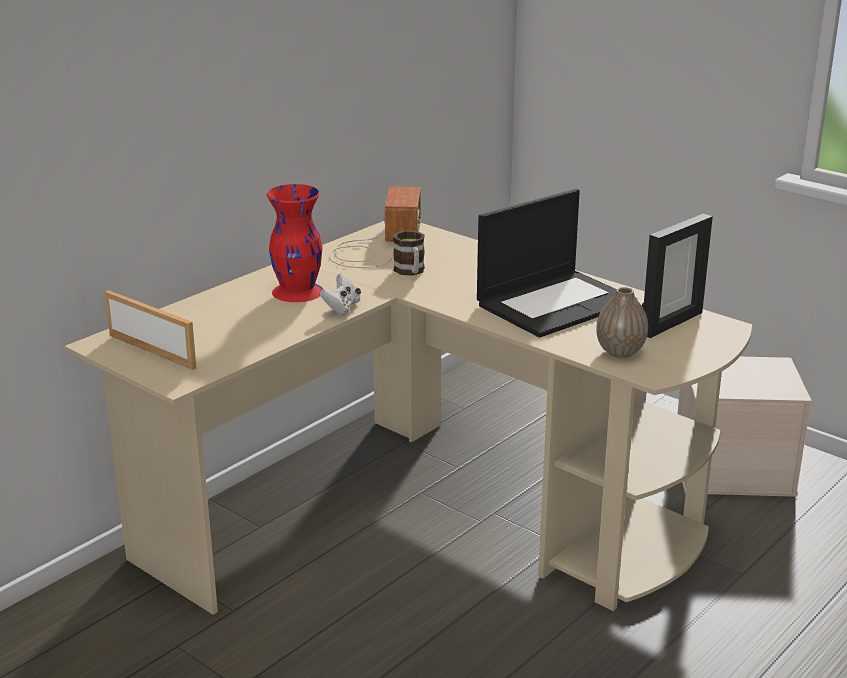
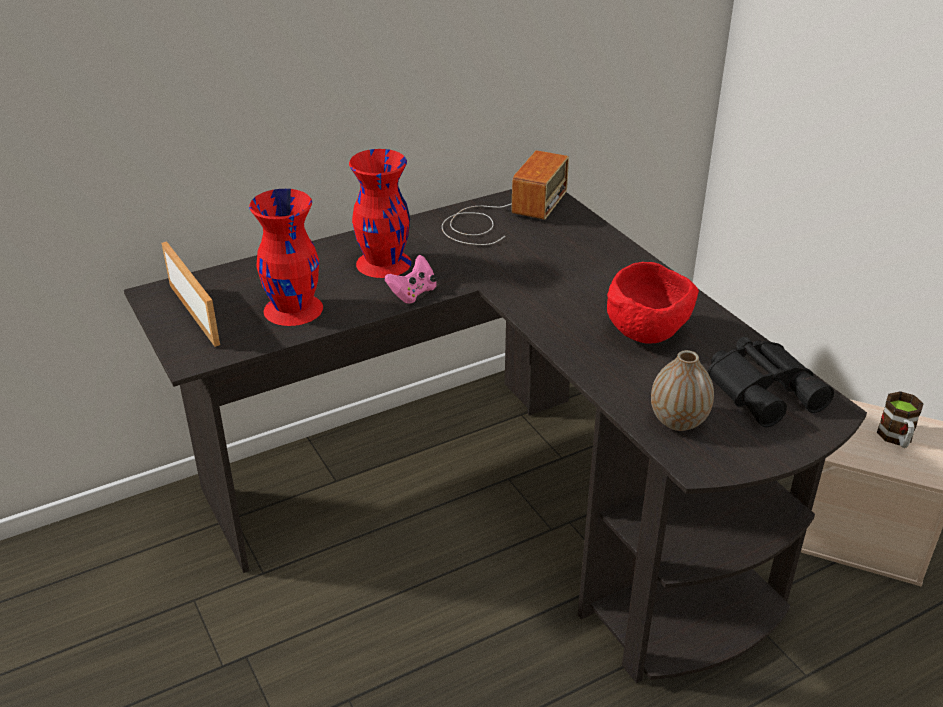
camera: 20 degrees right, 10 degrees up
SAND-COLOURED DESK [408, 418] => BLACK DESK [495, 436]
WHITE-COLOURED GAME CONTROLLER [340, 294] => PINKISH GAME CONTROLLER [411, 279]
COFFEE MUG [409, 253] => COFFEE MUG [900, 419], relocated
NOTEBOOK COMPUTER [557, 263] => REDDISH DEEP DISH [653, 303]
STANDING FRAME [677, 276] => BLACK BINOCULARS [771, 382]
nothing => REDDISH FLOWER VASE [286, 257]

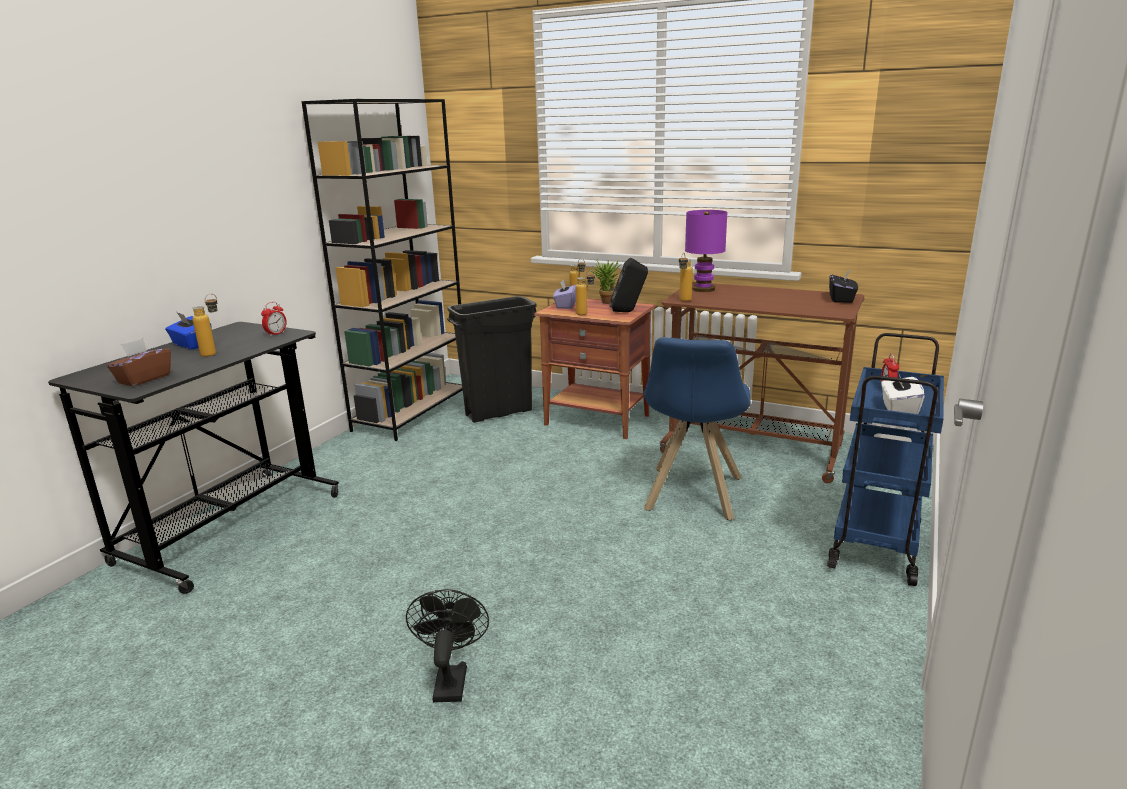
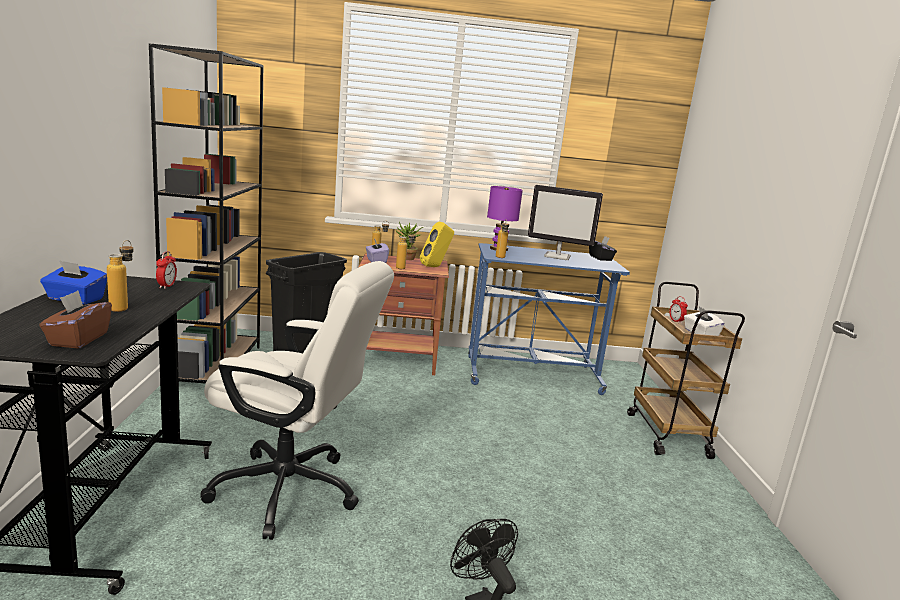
camera: 30 degrees left, 5 degrees down
BLACK SPEAKER [629, 285] => YELLOW-COLOURED SPEAKER [437, 244]
BLUE-COLOURED CHAIR [697, 429] => nothing
BROWN DESK [762, 382] => BLUE-COLOURED DESK [549, 319]
BLUE-COLOURED CART [885, 459] => BROWN CART [686, 370]
nothing => WHITE-COLOURED OFFICE CHAIR [297, 400]
nothing => COMPUTER SCREEN [565, 222]

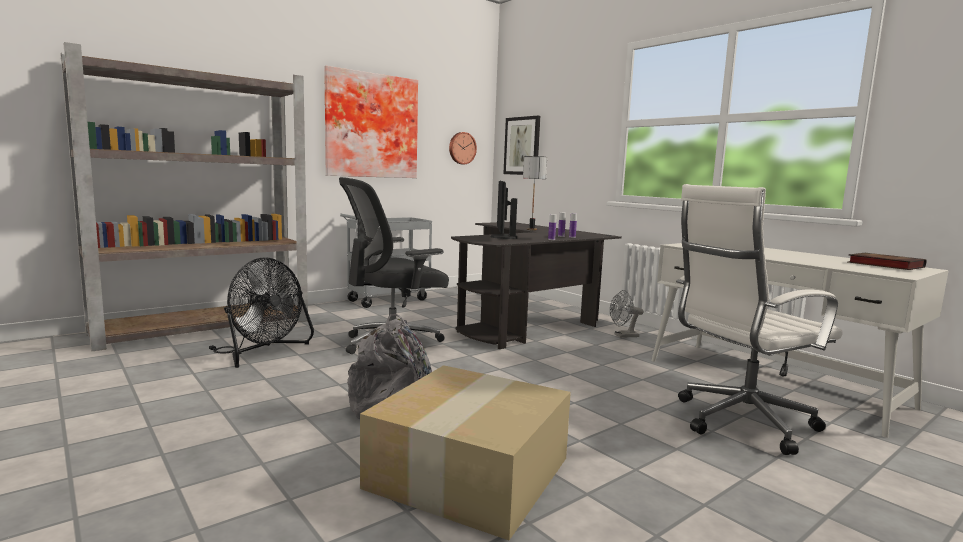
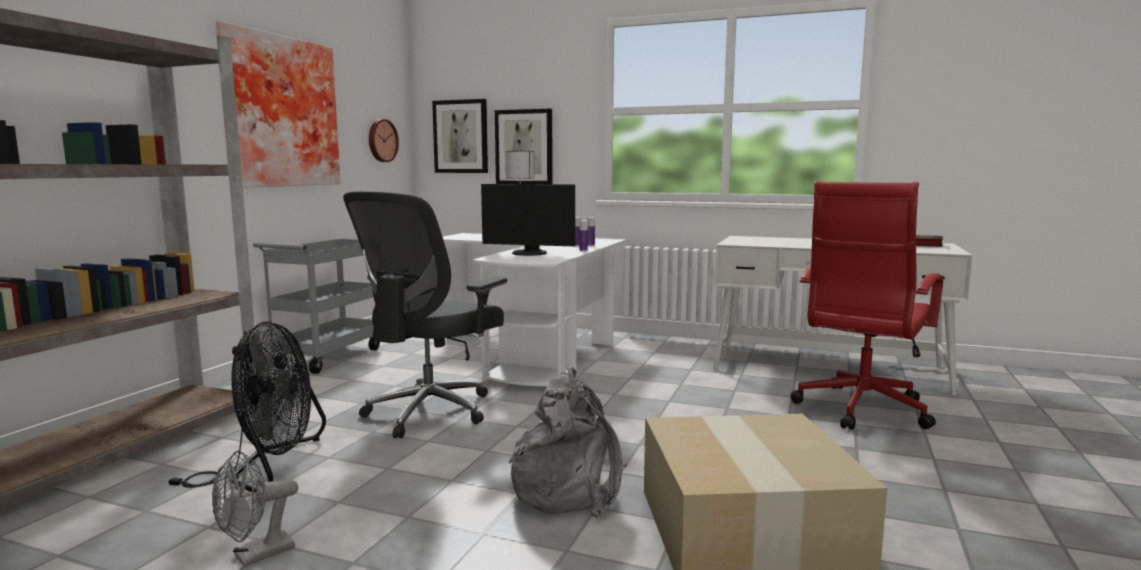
camera: 30 degrees left, 0 degrees up
BLACK DESK [536, 285] => WHITE-COLOURED DESK [534, 309]
COMPUTER SCREEN [504, 210] => COMPUTER SCREEN [528, 220], 45 degrees counterclockwise
GREY FAN [627, 314] => GREY FAN [255, 508], relocated
WHITE-COLOURED OFFICE CHAIR [759, 319] => REDDISH OFFICE CHAIR [867, 305]
nothing => WALL PICTURE [524, 146]

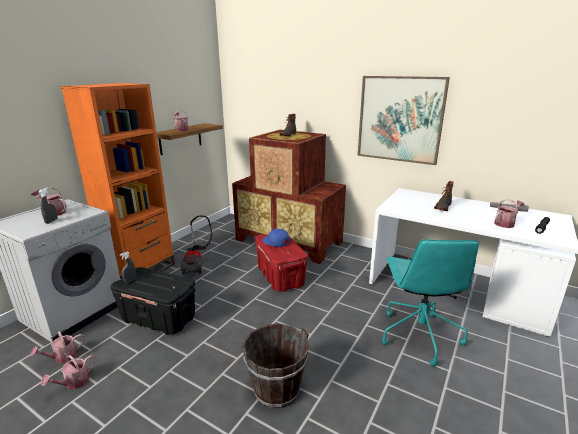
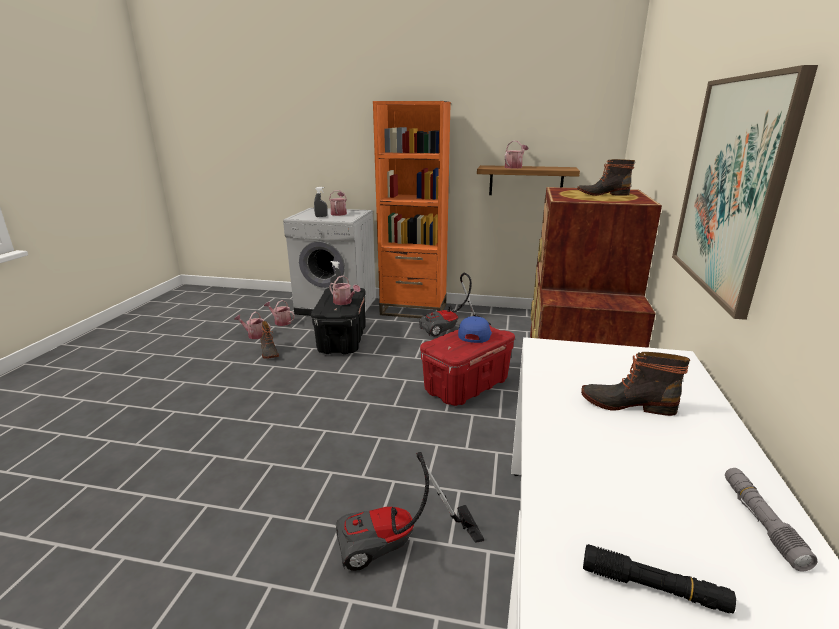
camera: 70 degrees right, 0 degrees up
BROWN PAIL [275, 366] => nothing
BLUE-GREEN OFFICE CHAIR [430, 303] => HOOVER [410, 511]
SPRINKLING CAN [509, 213] => SPRINKLING CAN [344, 290], relocated
nothing => HIGH-TOP BOOT [269, 340]

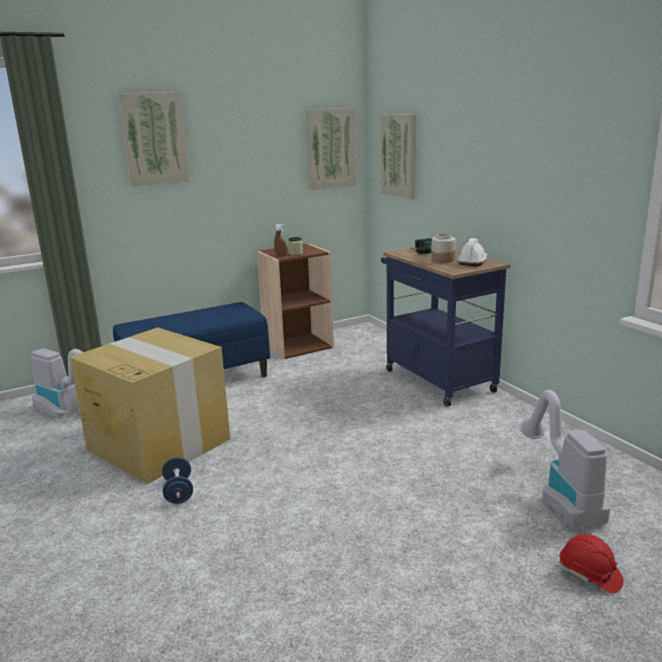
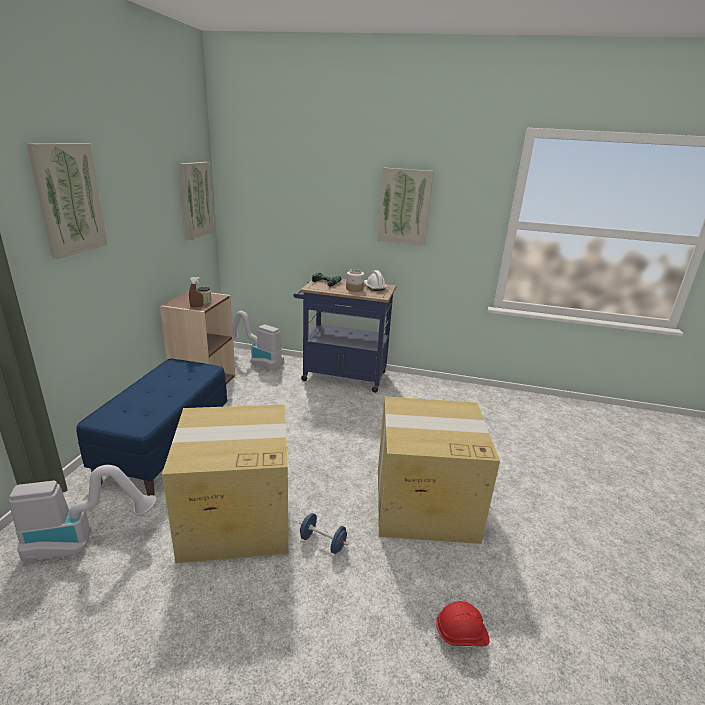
camera: 50 degrees left, 5 degrees up
WALL PICTURE [398, 156] => WALL PICTURE [406, 207], relocated
HOOVER [565, 459] => HOOVER [258, 341], relocated
REDDISH WORK HELMET [591, 564] => REDDISH WORK HELMET [462, 624], relocated
nothing => PACKING BOX [439, 470]

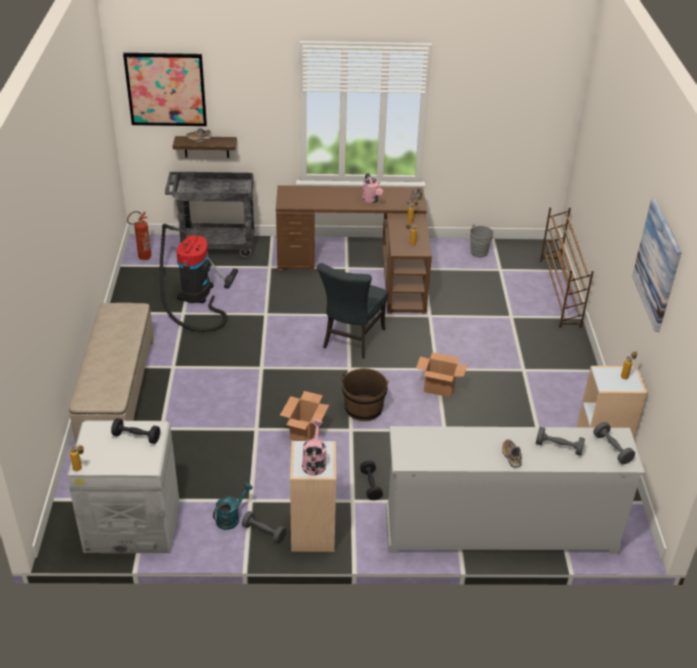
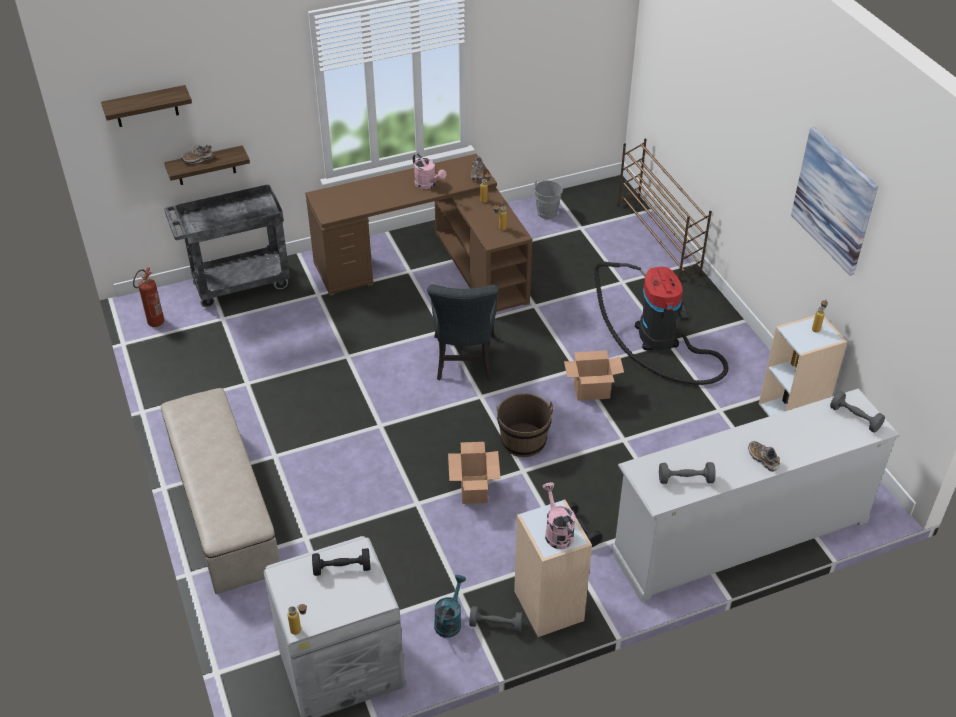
camera: 20 degrees left, 5 degrees up
WALL PICTURE [165, 89] => WALL SHELF [146, 106]
HOOVER [199, 278] => HOOVER [661, 323], relocated
GREY HAND WEIGHT [560, 441] => GREY HAND WEIGHT [687, 473], relocated

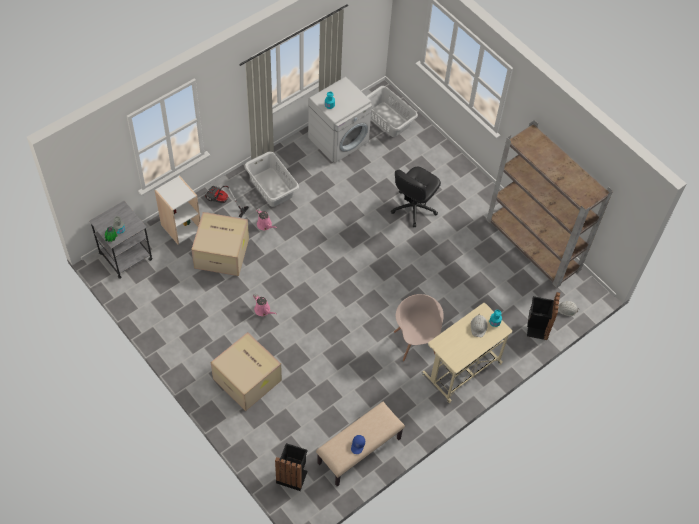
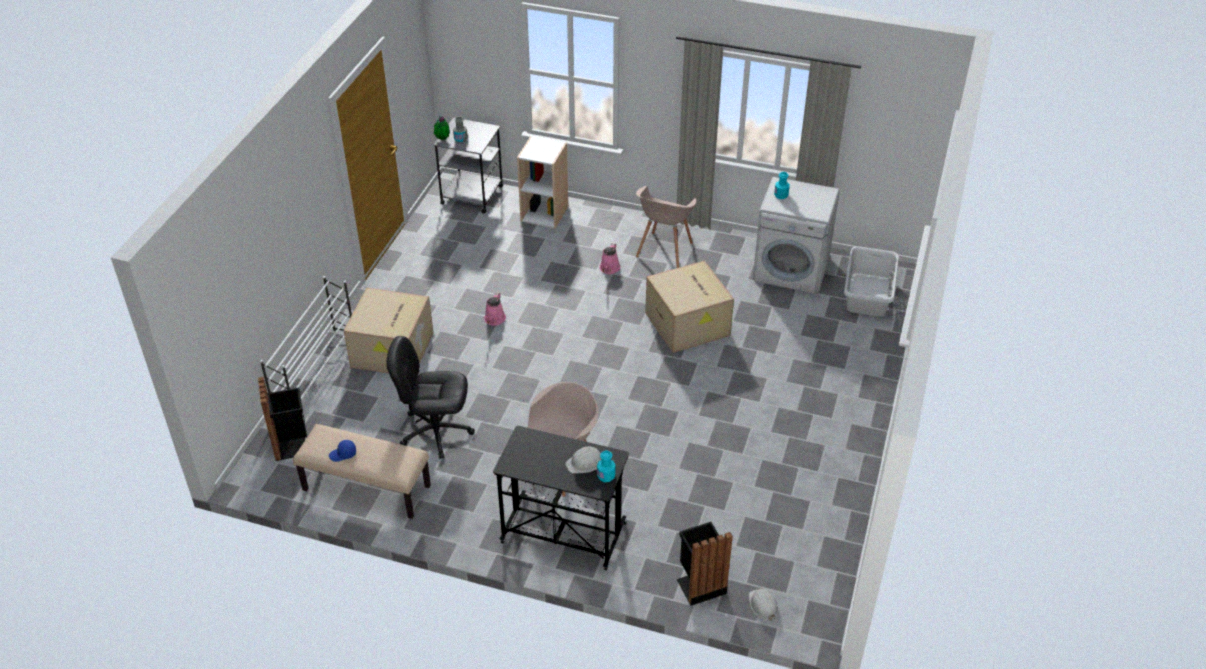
camera: 60 degrees right, 15 degrees down
PACKING BOX [220, 244] => PACKING BOX [689, 306], relocated
HOOVER [227, 201] => nothing
GREY HAMPER [271, 179] => SAND-COLOURED CHAIR [666, 227]
BLACK OFFICE CHAIR [416, 197] => BLACK OFFICE CHAIR [430, 397], relocated
SAND-COLOURED DESK [467, 353] => BLACK DESK [561, 498]
BROWN SHELVING UNIT [549, 204] => nothing
nothing => WHITE-COLOURED SHOE STAND [306, 338]

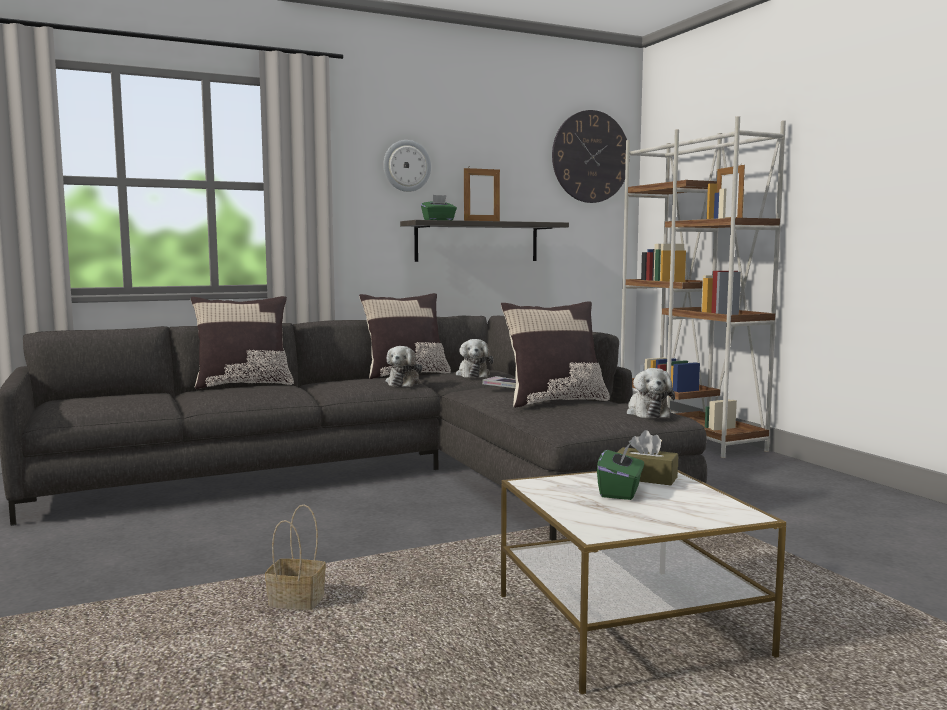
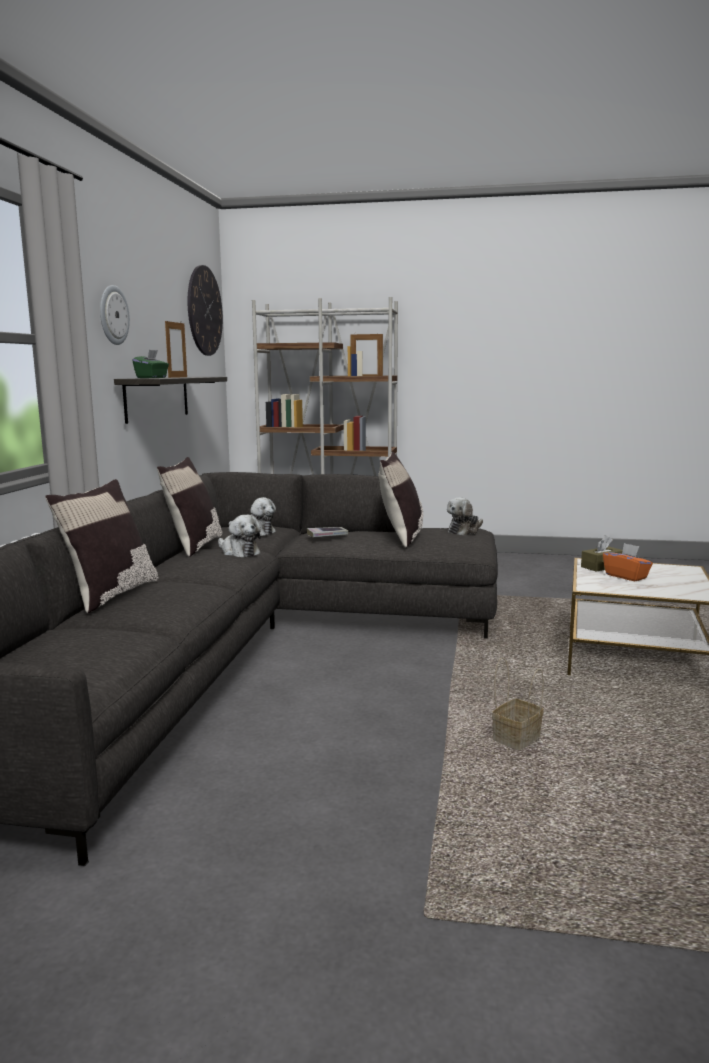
camera: 55 degrees left, 5 degrees up
GREEN TISSUE HOLDER [620, 471] => ORANGE-COLOURED TISSUE HOLDER [628, 562]
SOFT TOY [651, 393] => SOFT TOY [465, 516], 105 degrees clockwise

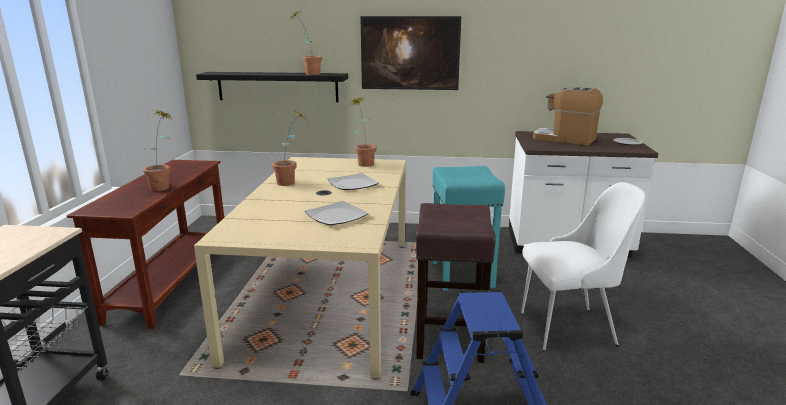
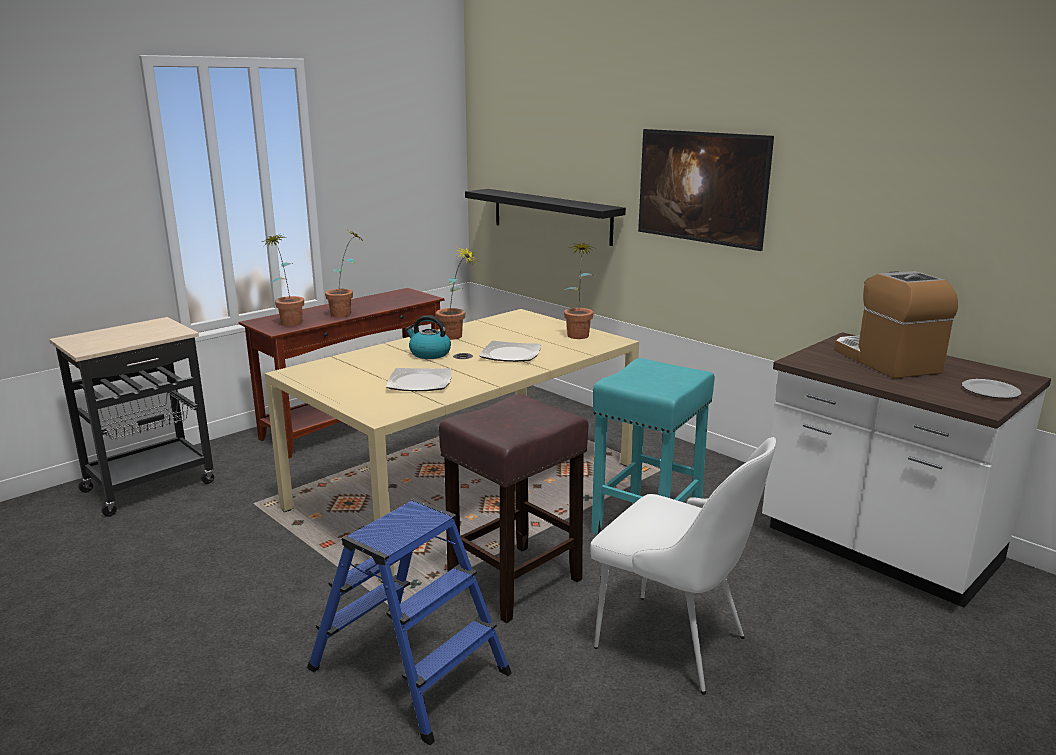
camera: 40 degrees right, 0 degrees up
POTTED PLANT [306, 42] => POTTED PLANT [282, 279], relocated
nothing => TEA KETTLE [428, 337]

